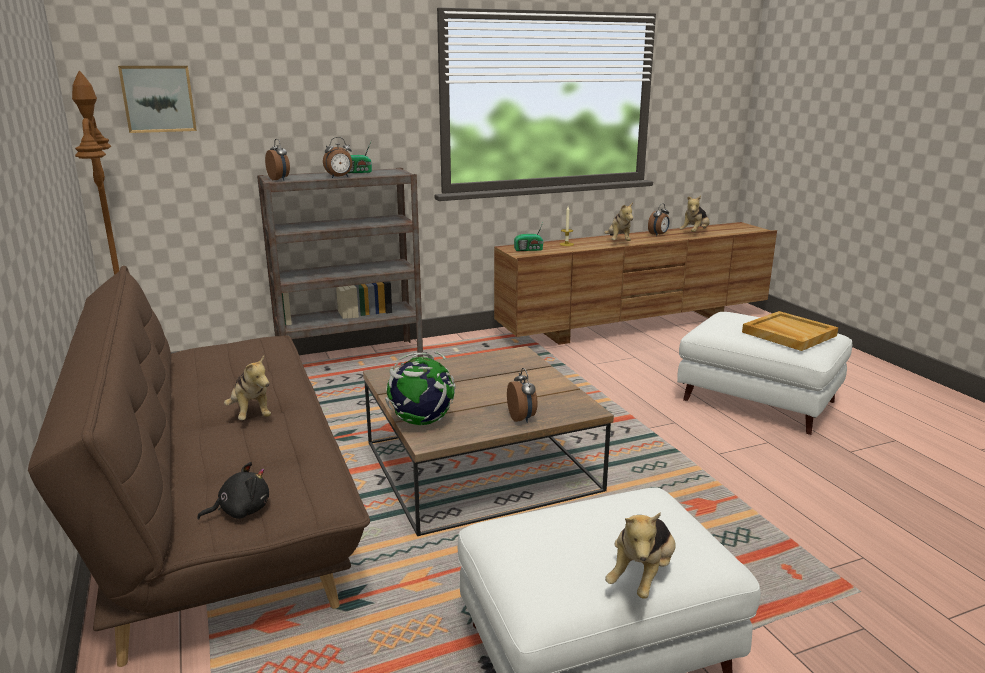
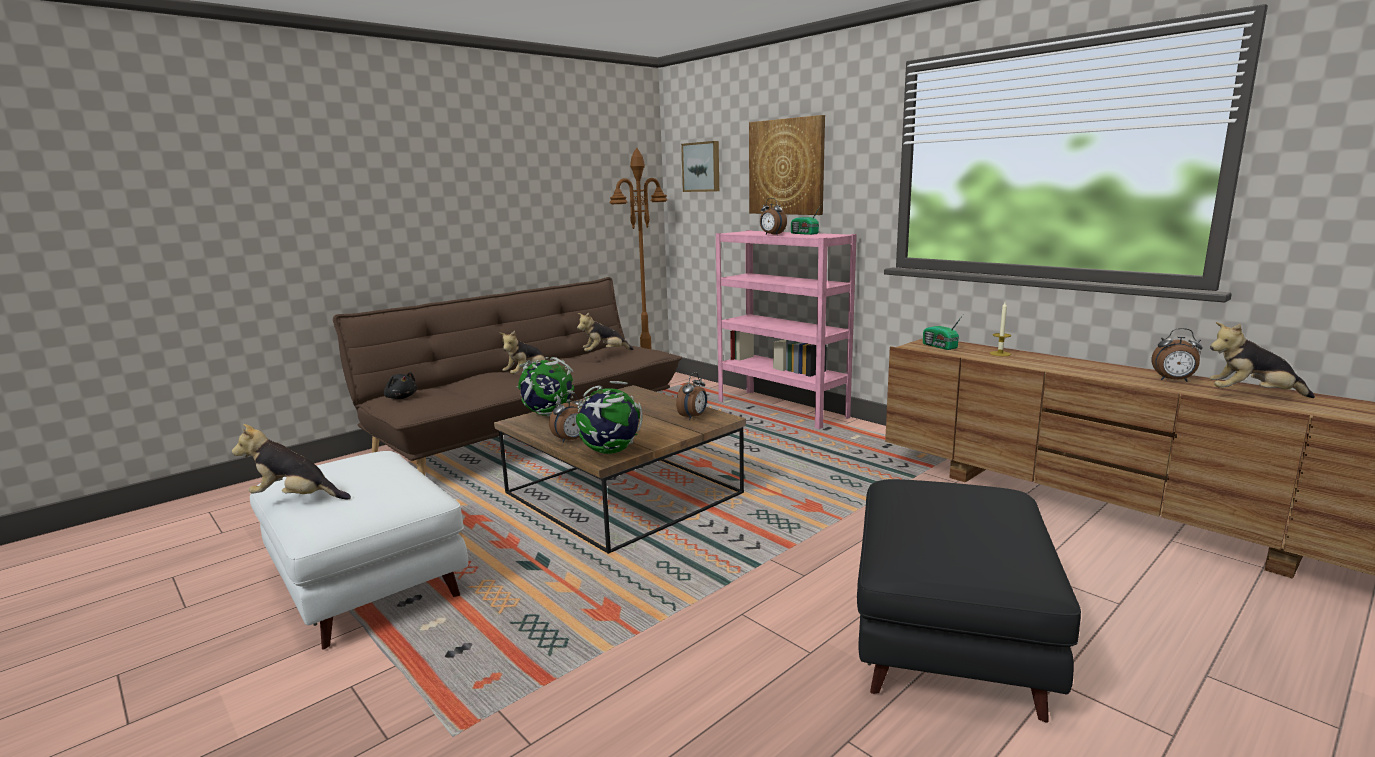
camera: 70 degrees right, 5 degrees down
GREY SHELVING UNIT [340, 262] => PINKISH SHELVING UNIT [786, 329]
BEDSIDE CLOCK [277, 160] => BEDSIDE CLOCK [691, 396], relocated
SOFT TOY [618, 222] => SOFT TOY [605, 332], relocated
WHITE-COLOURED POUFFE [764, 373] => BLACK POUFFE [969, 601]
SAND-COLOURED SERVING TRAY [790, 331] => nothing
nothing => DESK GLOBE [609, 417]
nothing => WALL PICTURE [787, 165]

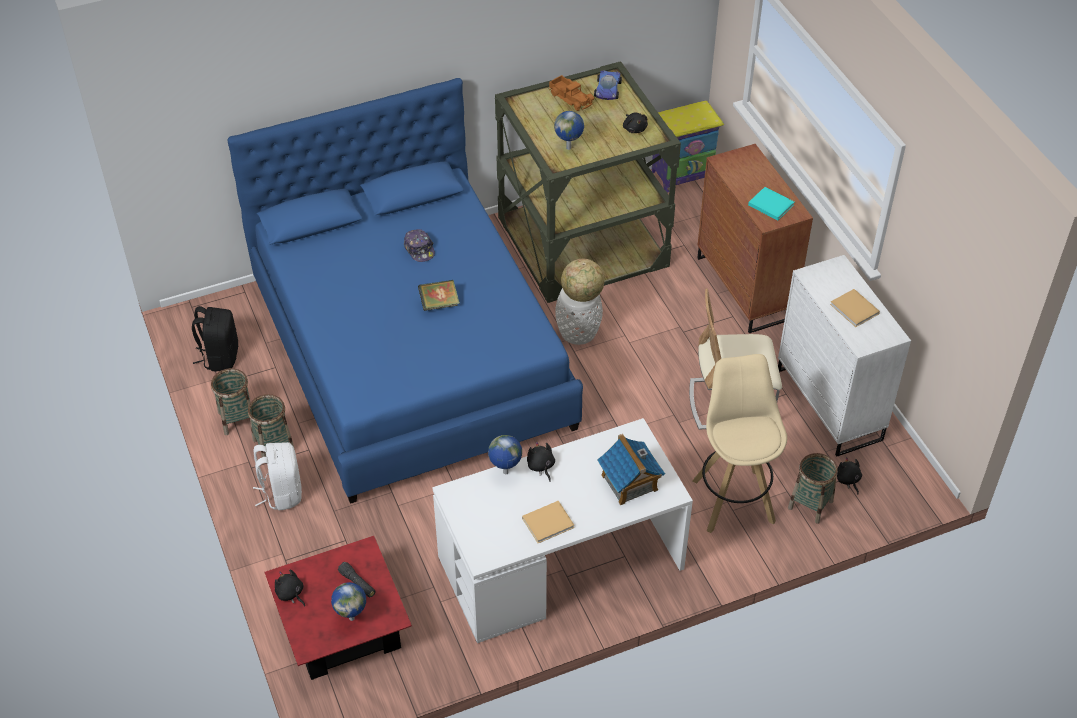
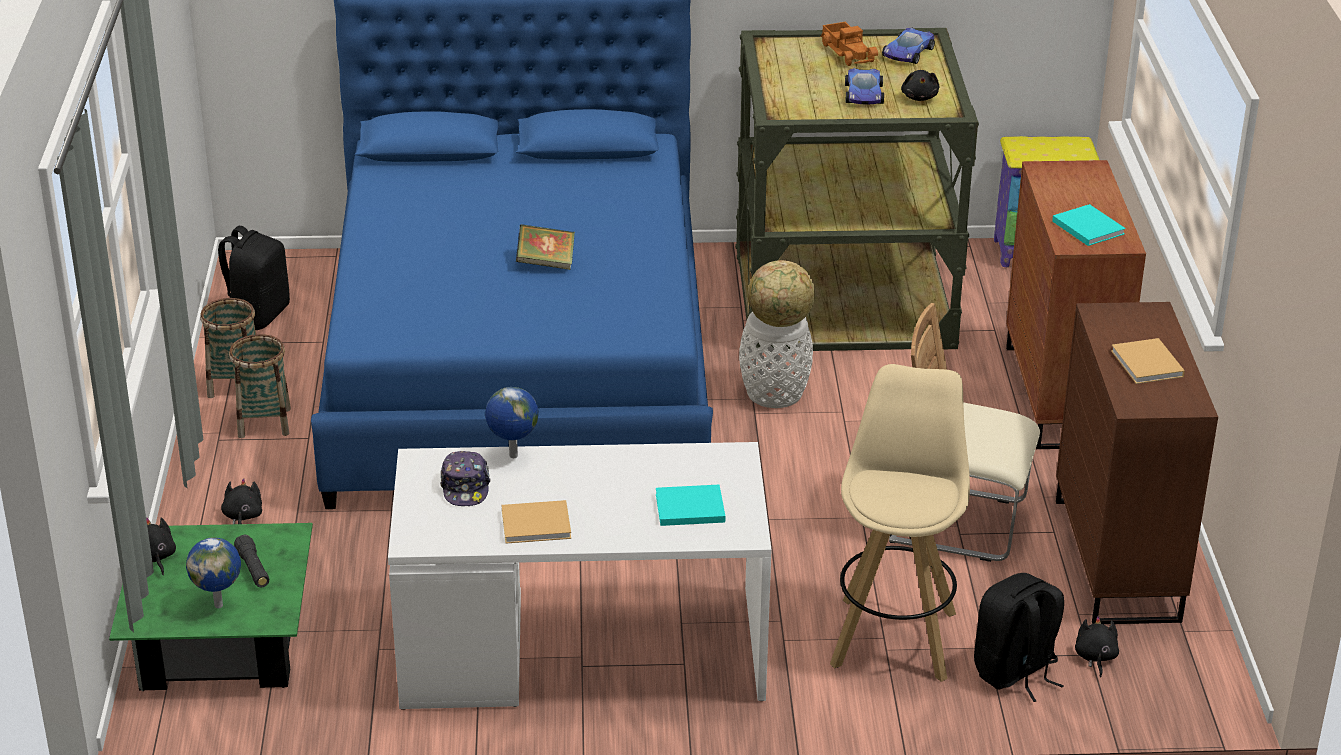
camera: 20 degrees right, 15 degrees down
WHITE-COLOURED KNAPSACK [277, 476] => nothing
REDDISH COFFEE TABLE [338, 608] => GREEN COFFEE TABLE [211, 607]
CAP [419, 245] => CAP [465, 478], relocated
BLACK SOFT TOY [541, 462] => BLACK SOFT TOY [241, 501], relocated
DESK GLOBE [569, 130] => nothing
MODEL HOUSE [631, 469] => BLUE-GREEN BOUND BOOK [690, 505]
WHITE-COLOURED DRESSER [844, 356] => BROWN DRESSER [1137, 463]
BASKET [813, 488] => BLACK KNAPSACK [1019, 637]
nothing => MODEL CAR [864, 86]

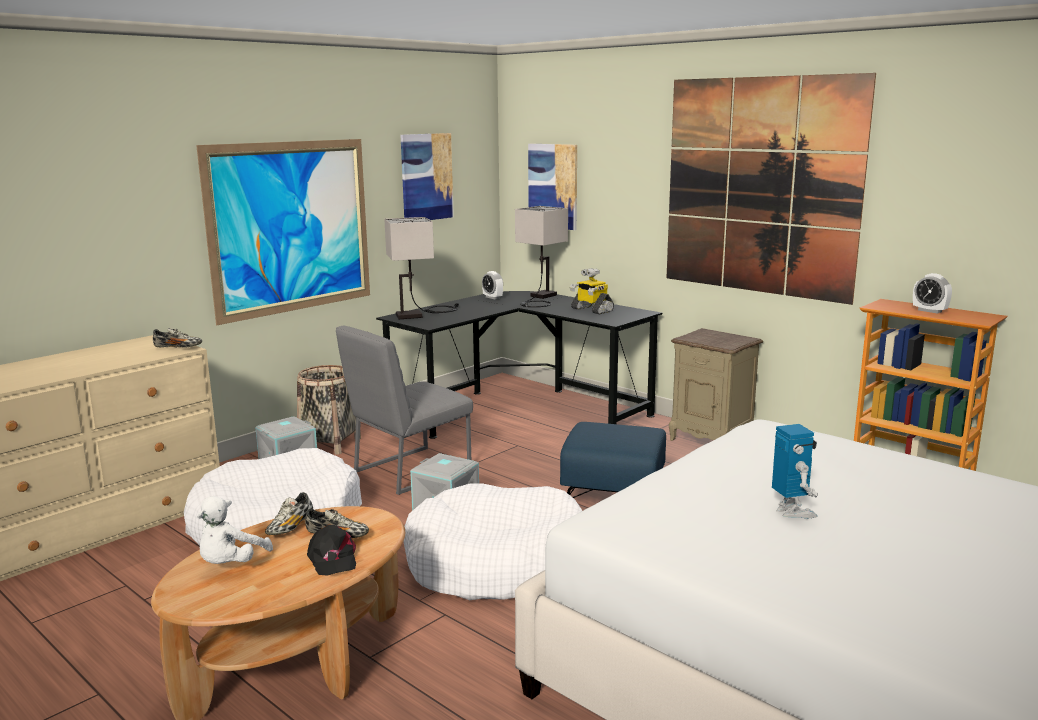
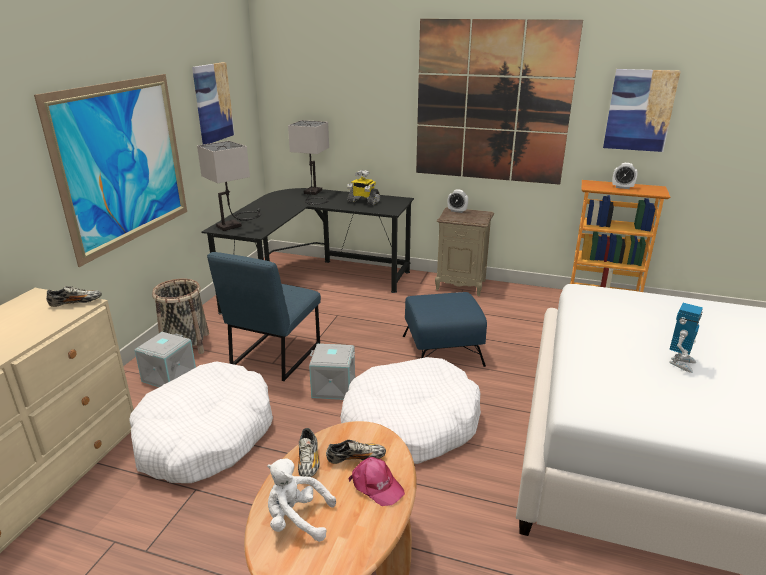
camera: 25 degrees left, 10 degrees up
WHITE-COLOURED SOFT TOY [235, 530] => WHITE-COLOURED SOFT TOY [301, 500], 105 degrees clockwise
BLACK CAP [331, 550] => PINKISH CAP [376, 481]
GREY CHAIR [404, 410] => BLUE-COLOURED CHAIR [264, 316]
BEDSIDE CLOCK [492, 285] => BEDSIDE CLOCK [458, 201], relocated
WALL PICTURE [552, 187] => WALL PICTURE [642, 110], relocated
ROBOT FIGURE [795, 471] => ROBOT FIGURE [686, 338], 75 degrees clockwise

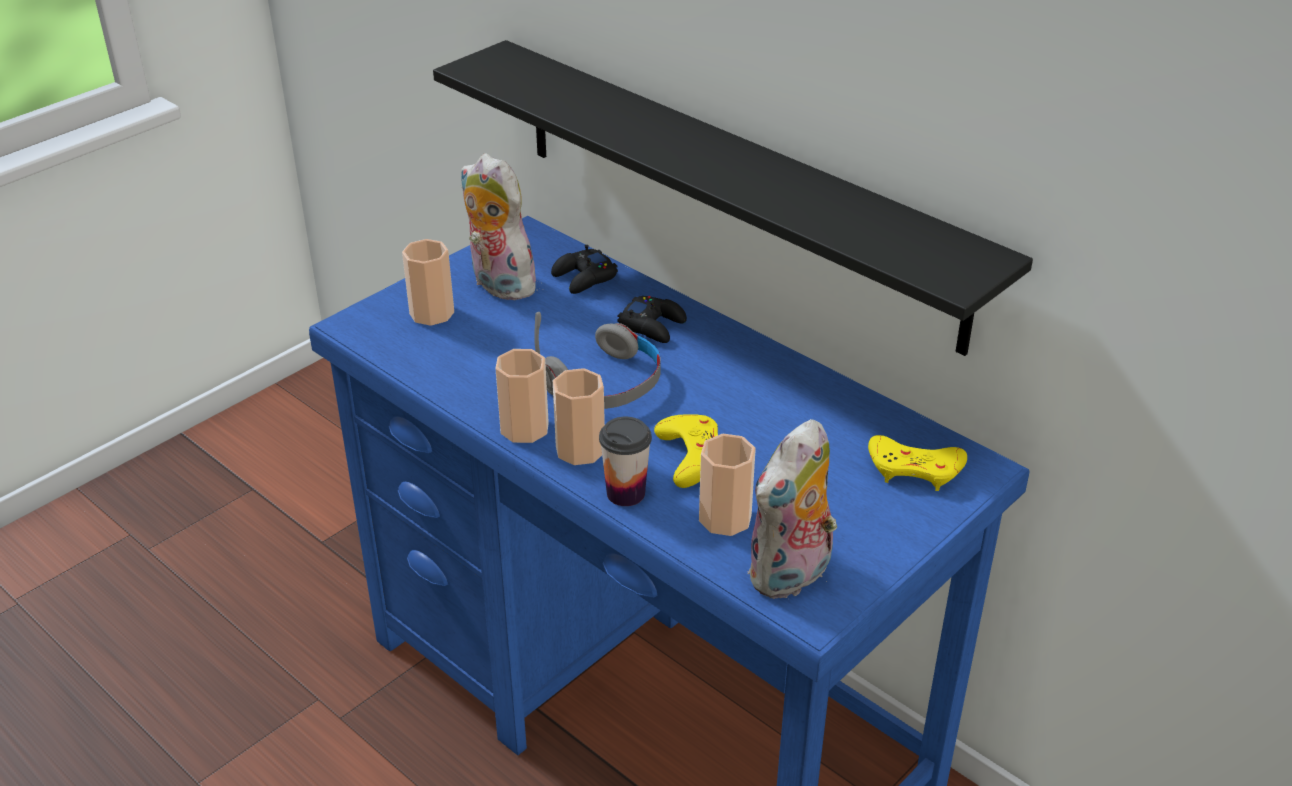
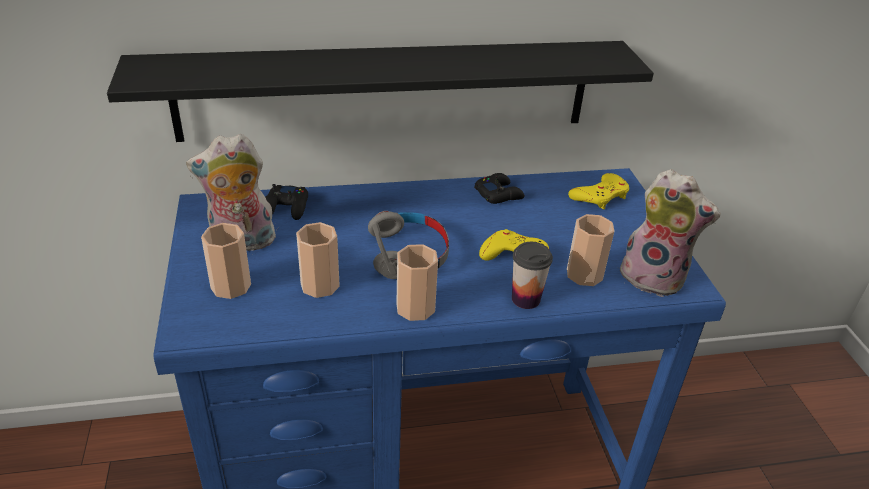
camera: 55 degrees left, 0 degrees up
DRINKING CUP [579, 416] => DRINKING CUP [318, 260], relocated
BLACK GAME CONTROLLER [652, 319] => BLACK GAME CONTROLLER [499, 188], relocated
SOFT TOY [792, 509] => SOFT TOY [670, 233], 45 degrees counterclockwise

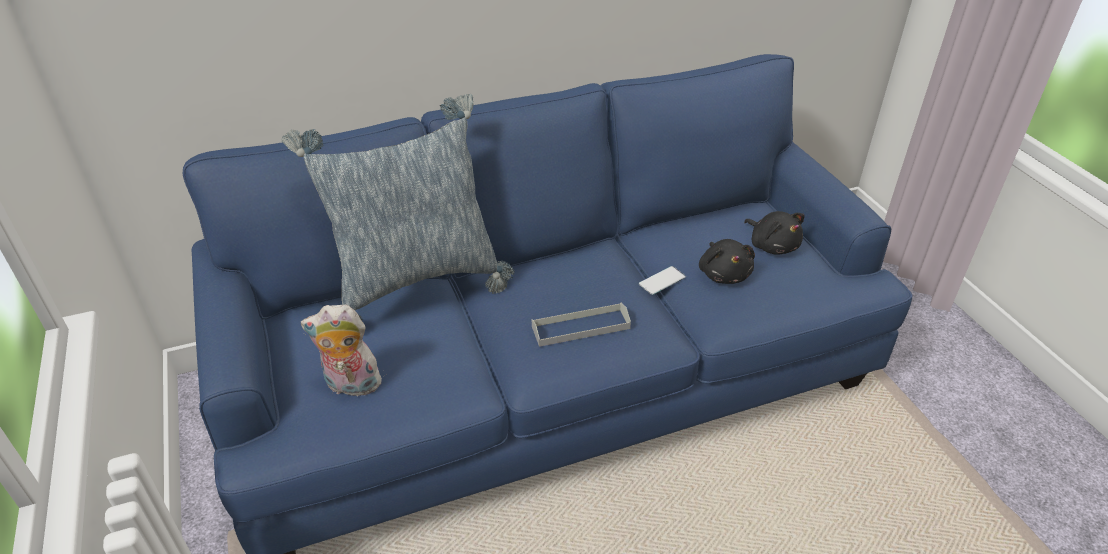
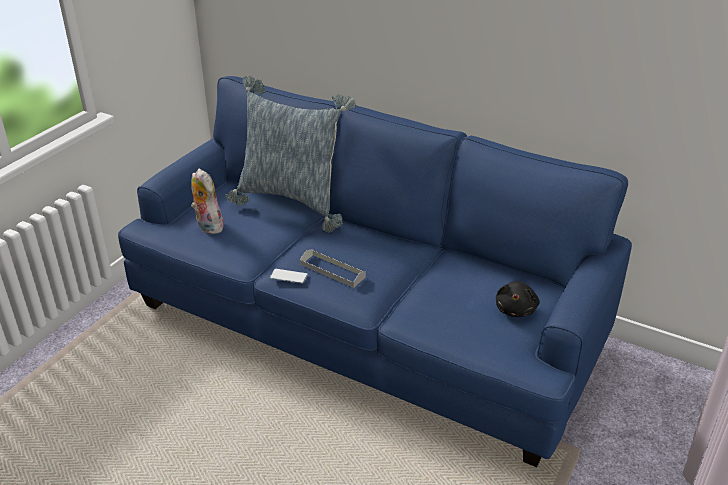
camera: 50 degrees right, 5 degrees down
HANDSET [662, 280] => HANDSET [289, 276], relocated
BLACK SOFT TOY [727, 261] => nothing

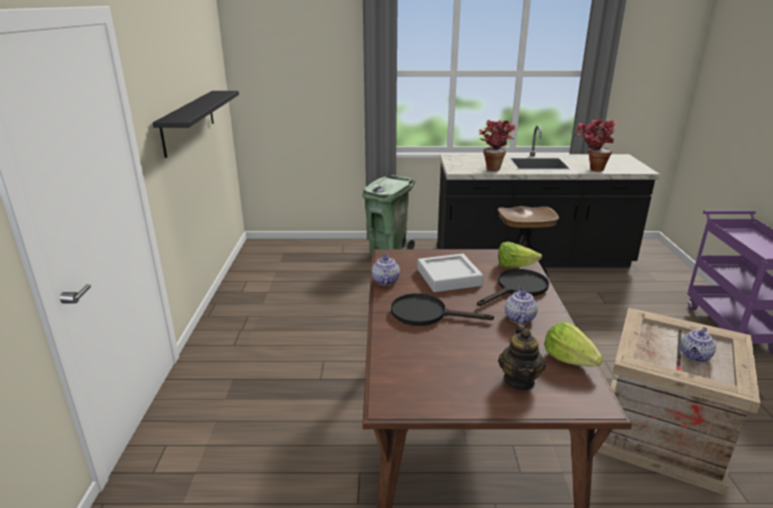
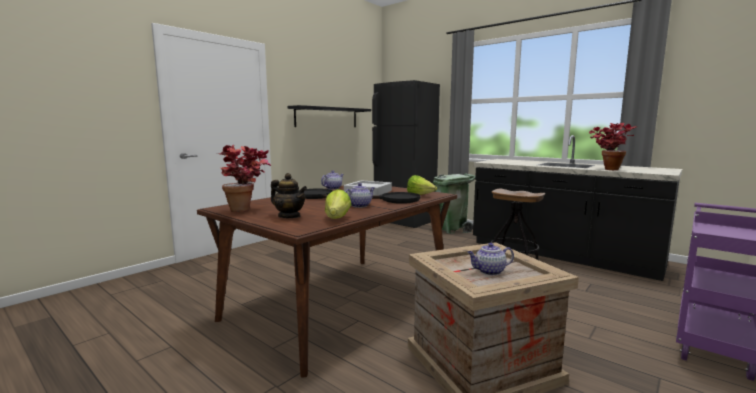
camera: 40 degrees right, 15 degrees down
POTTED PLANT [497, 145] => POTTED PLANT [245, 178], relocated
TEAPOT [522, 357] => TEAPOT [289, 195], 105 degrees counterclockwise
nothing => BLACK REFRIGERATOR [406, 154]

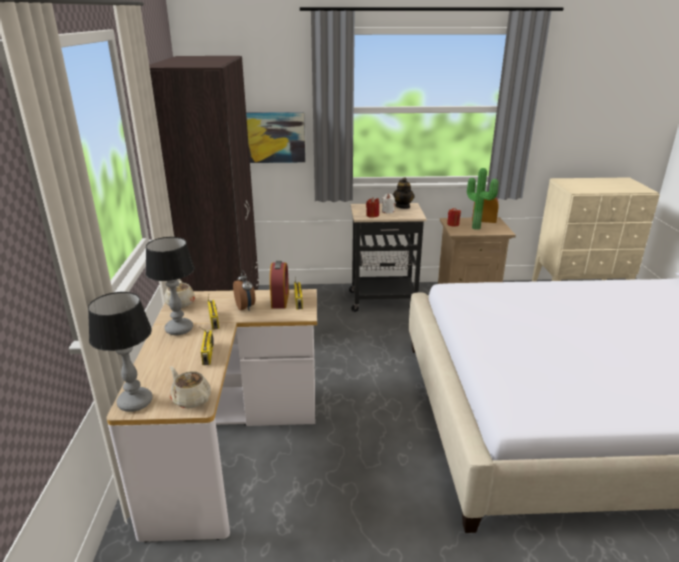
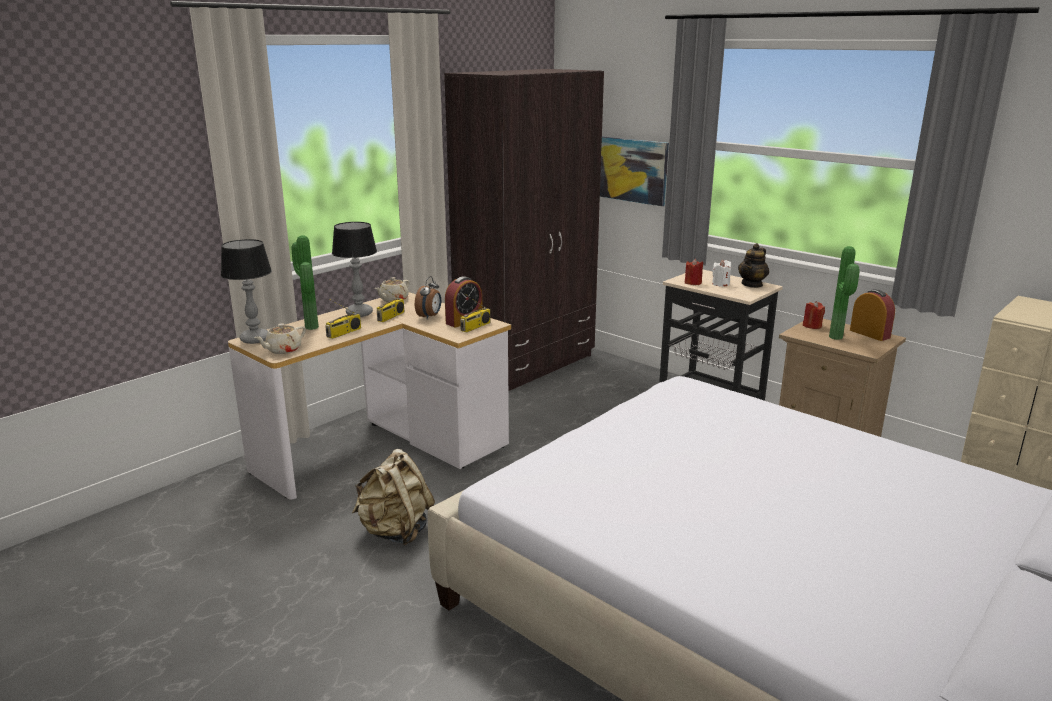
camera: 45 degrees right, 5 degrees down
SAND-COLOURED TEAPOT [190, 387] => SAND-COLOURED TEAPOT [280, 339], 135 degrees counterclockwise
nothing => POTTED PLANT [305, 282]
nothing => SAND-COLOURED KNAPSACK [393, 497]

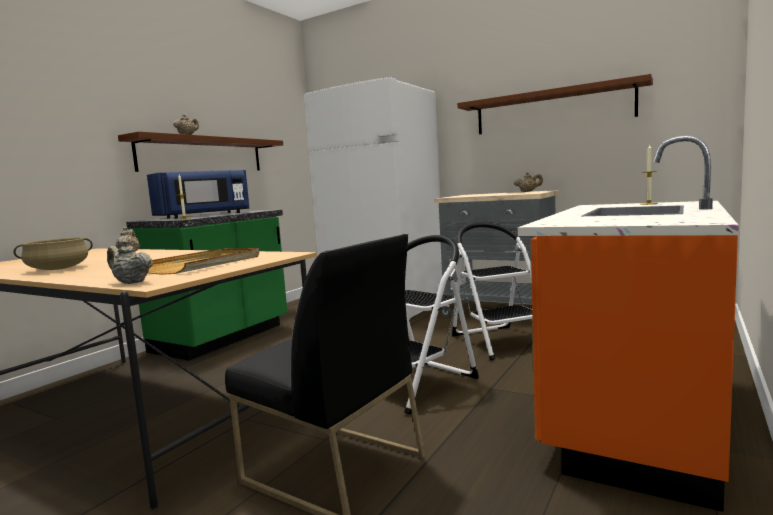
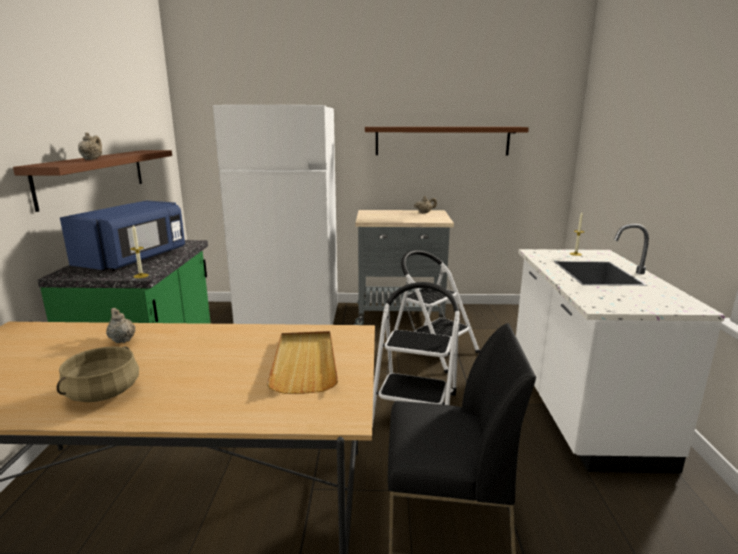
camera: 30 degrees left, 10 degrees up
SAND-COLOURED TEAPOT [130, 262] => nothing
ORANGE-COLOURED KITCHEN COUNTER [628, 324] => WHITE-COLOURED KITCHEN COUNTER [620, 348]

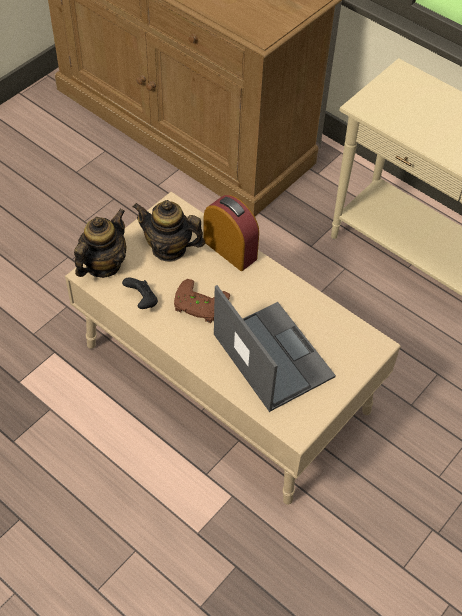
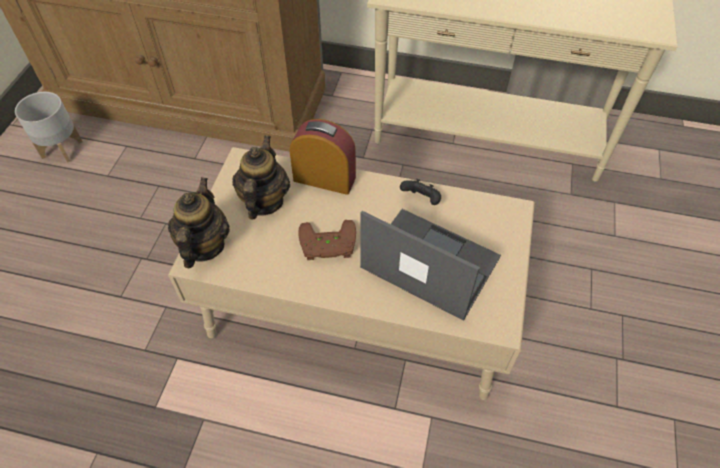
camera: 25 degrees left, 0 degrees up
BLACK GAME CONTROLLER [140, 293] => BLACK GAME CONTROLLER [420, 192], relocated
TEAPOT [169, 231] => TEAPOT [261, 177], 105 degrees clockwise
nothing => GREY FLOWER POT [49, 127]

